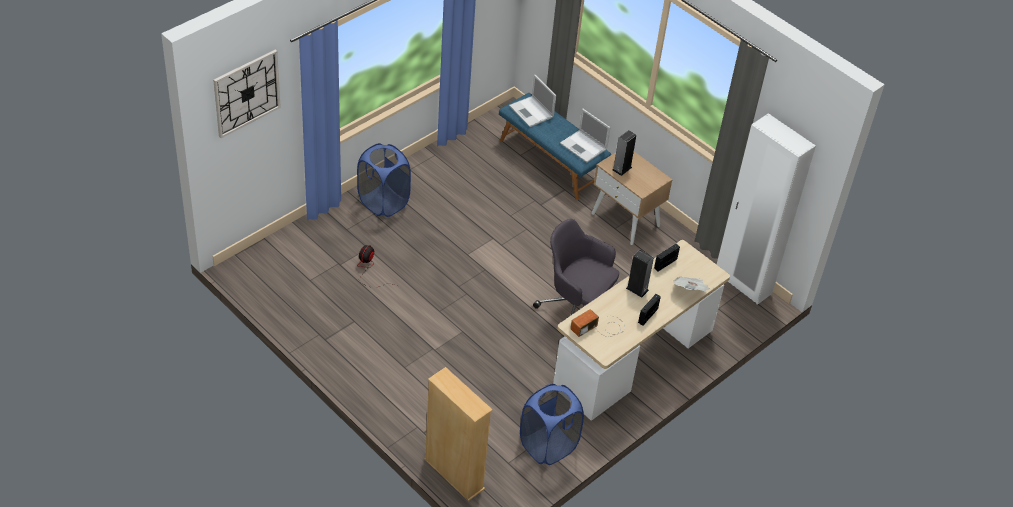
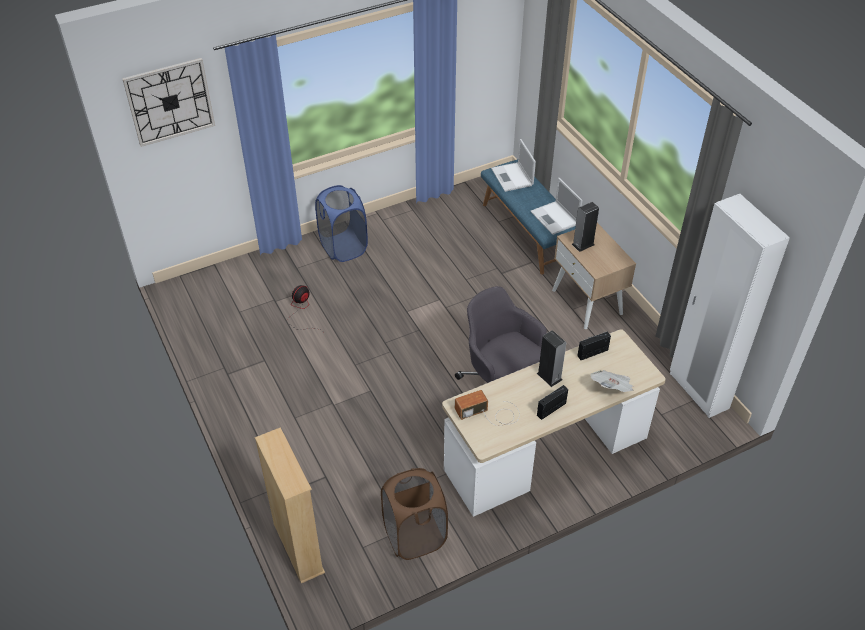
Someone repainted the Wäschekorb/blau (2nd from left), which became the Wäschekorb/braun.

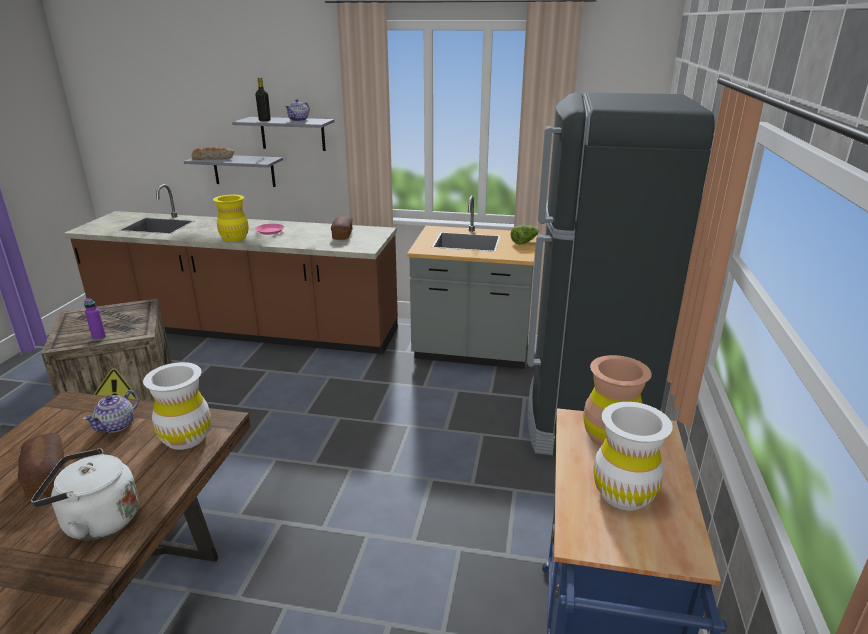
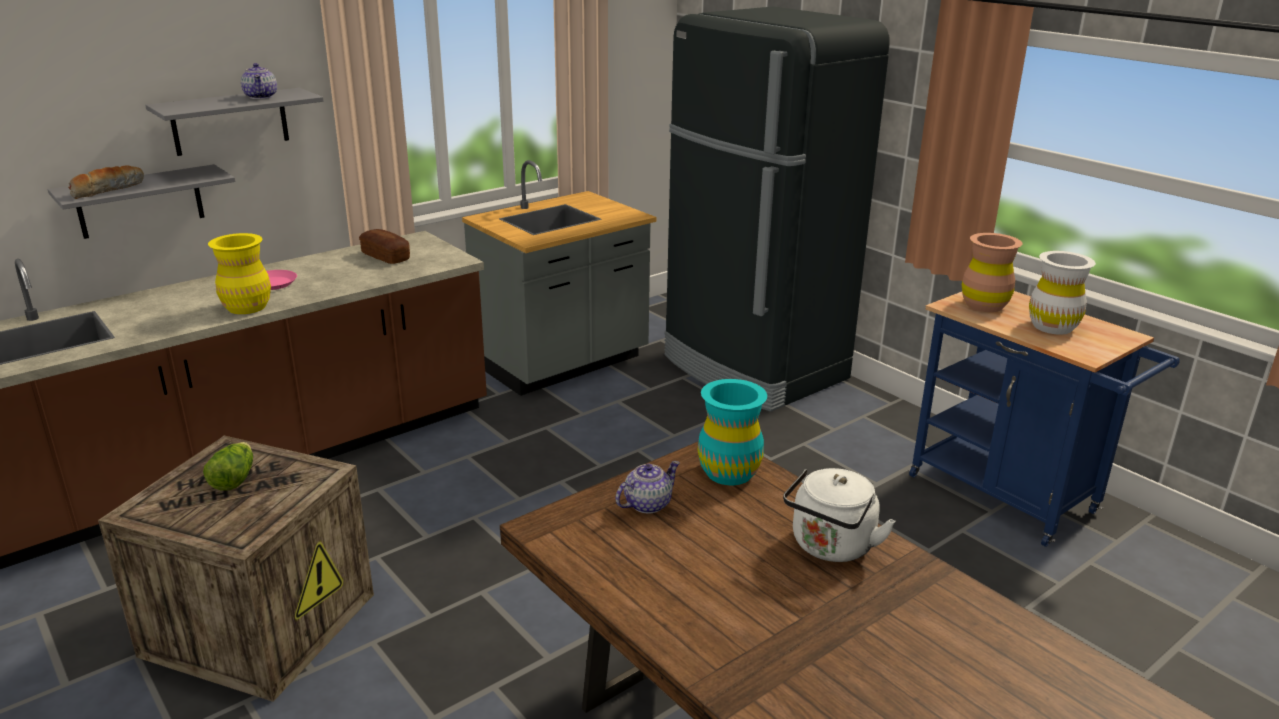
Someone took away the Brot (1st from left). Someone rotated the Teekanne (1st from left in the first image) by 105 degrees counterclockwise. Someone took away the Flasche/lila. Someone repainted the Vase/weiß (1st from left), which became the Vase/türkis. Someone took away the Flasche/schwarz. Someone carried the Salatkopf.

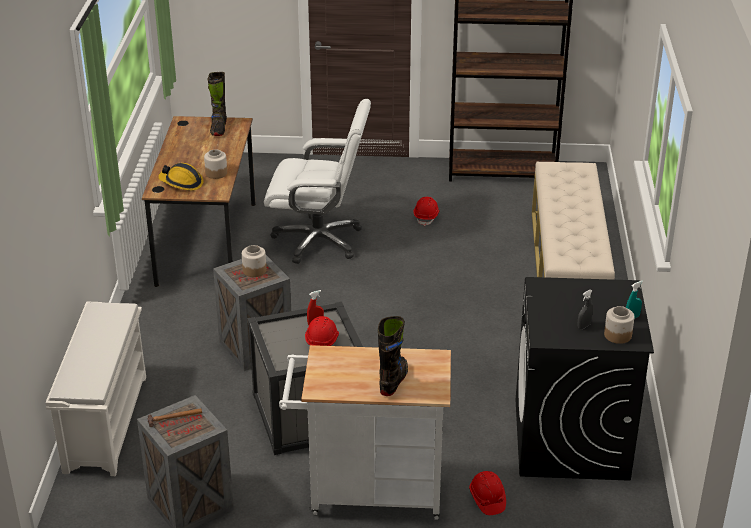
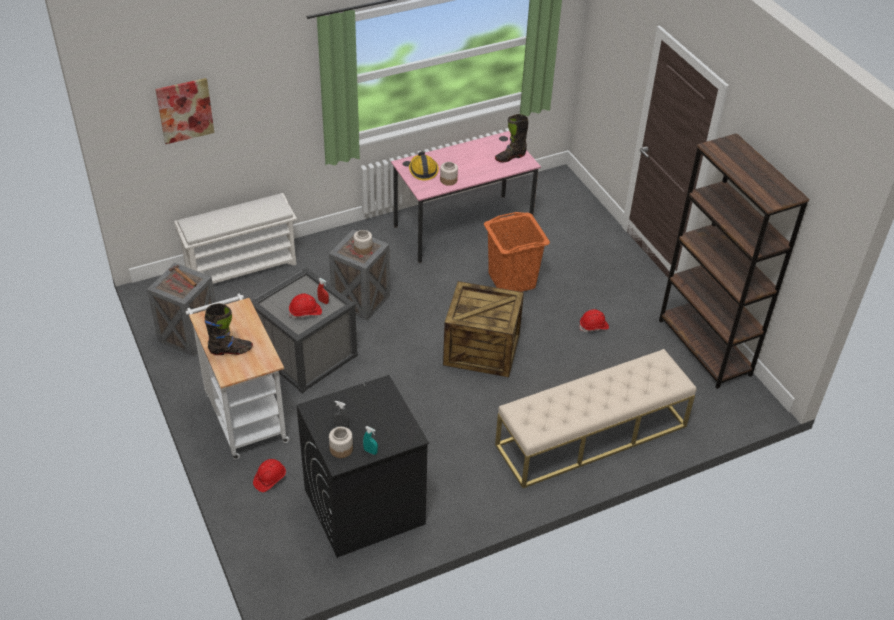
Someone repainted the Schreibtisch/braun, which became the Schreibtisch/rosa. Someone swapped the Bürostuhl/weiß for the Wäschekorb/orange. Someone put up the Bild. Someone put down the Kiste (3rd from left).

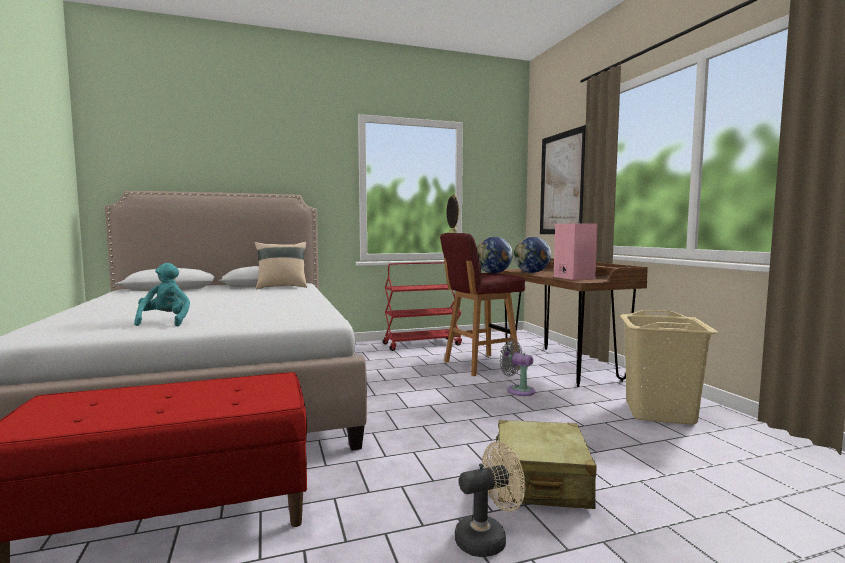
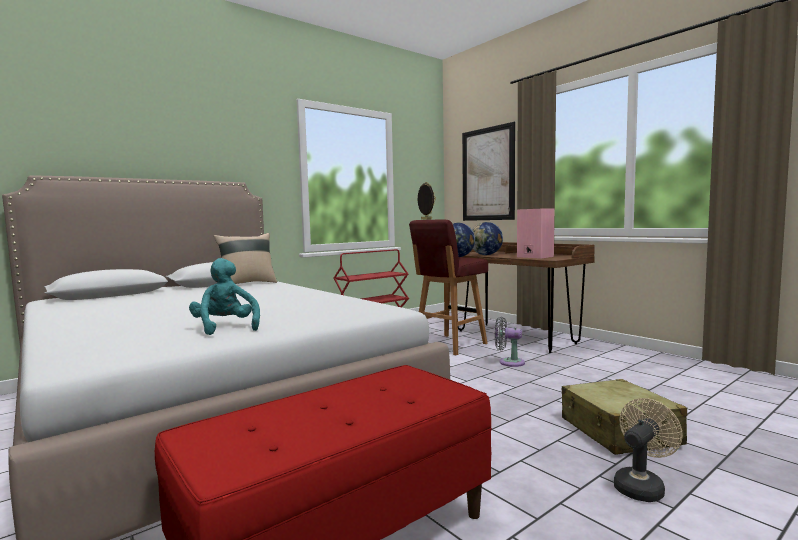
Someone took away the Wäschekorb/beige.

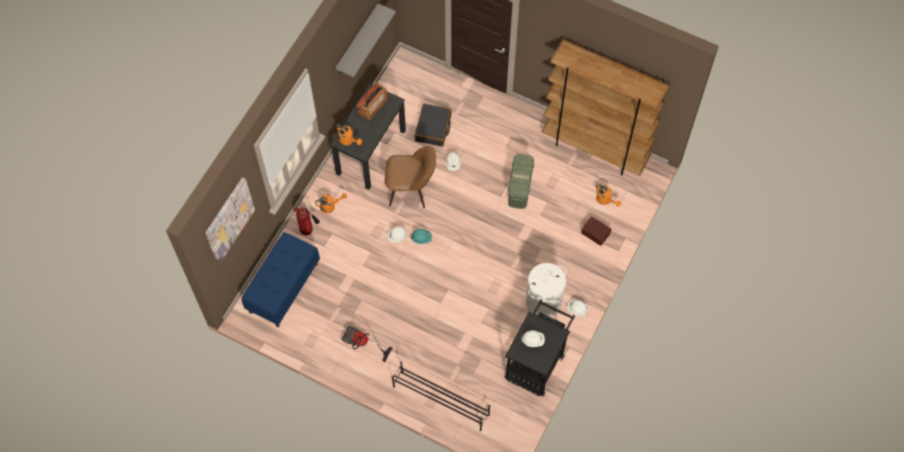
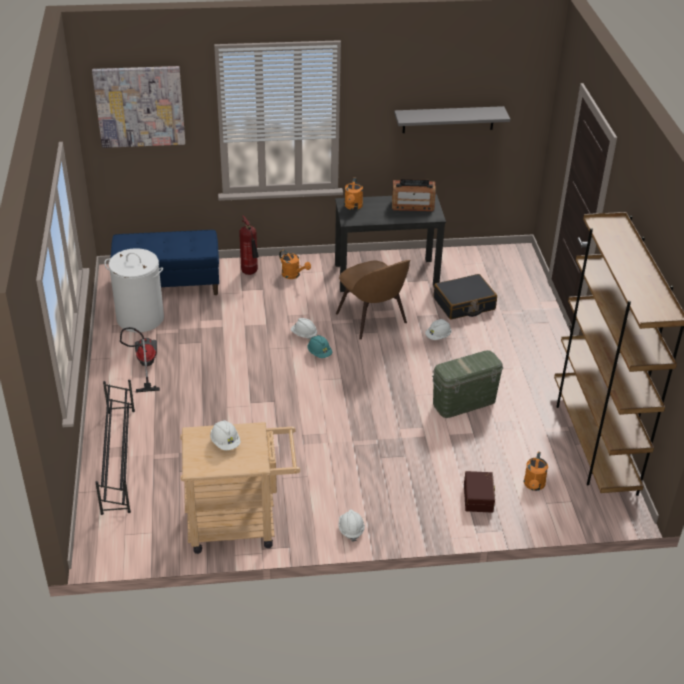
Someone repainted the Rollwagen/schwarz, which became the Rollwagen/beige. Someone carried the Wäschekorb/weiß.

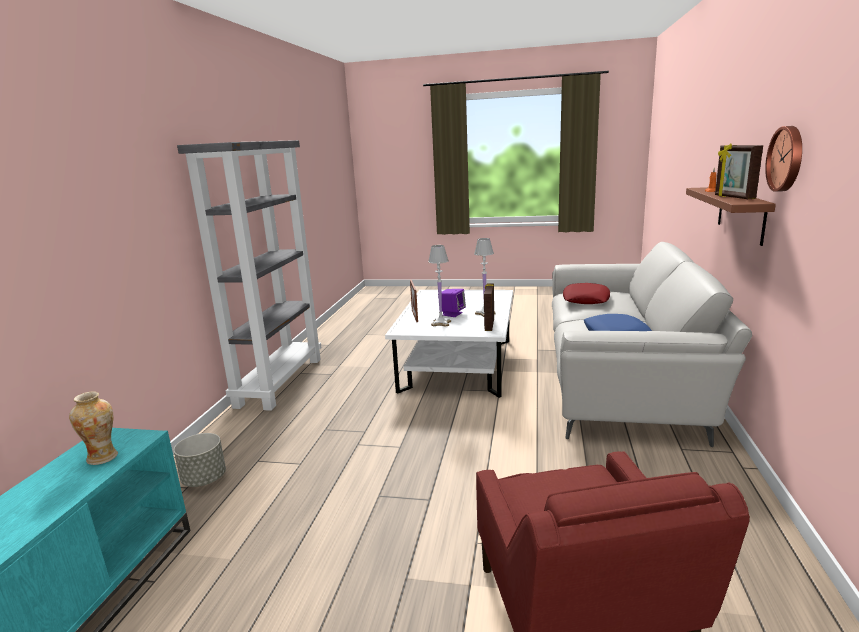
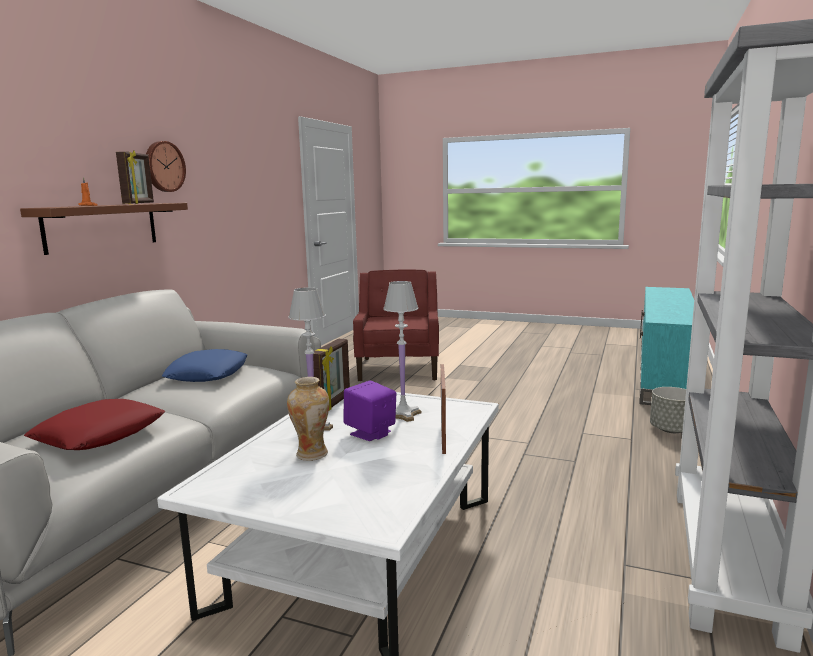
Someone carried the Vase.

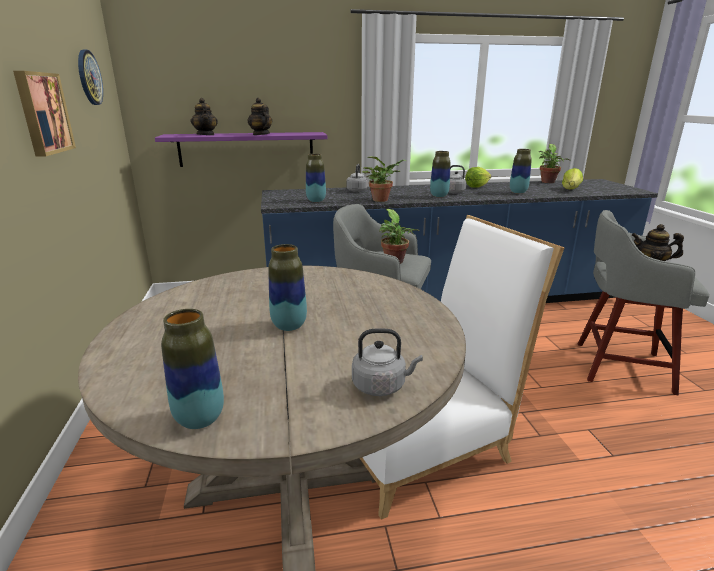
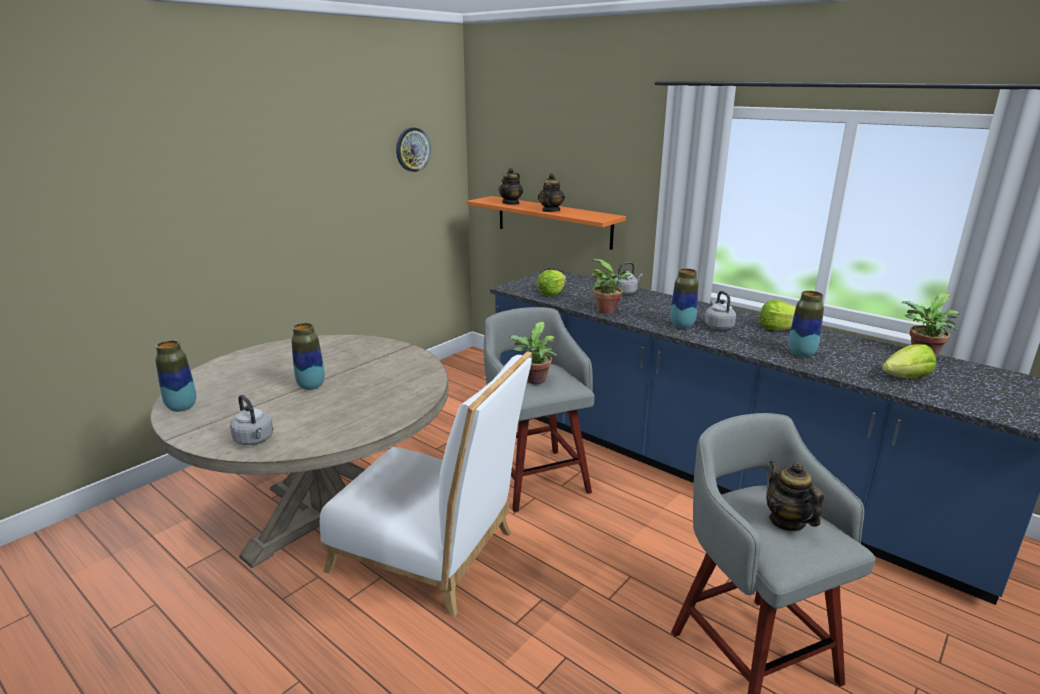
Someone took away the Bild. Someone repainted the Wandregal/lila, which became the Wandregal/orange. Someone swapped the Vase (3rd from left) for the Salatkopf (1st from left).

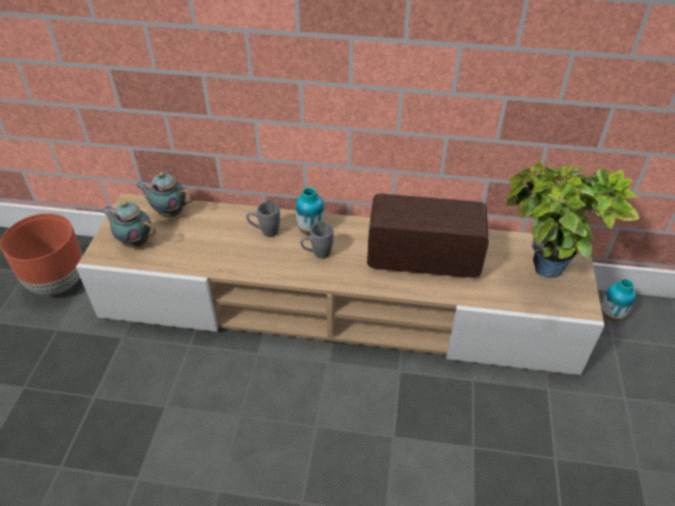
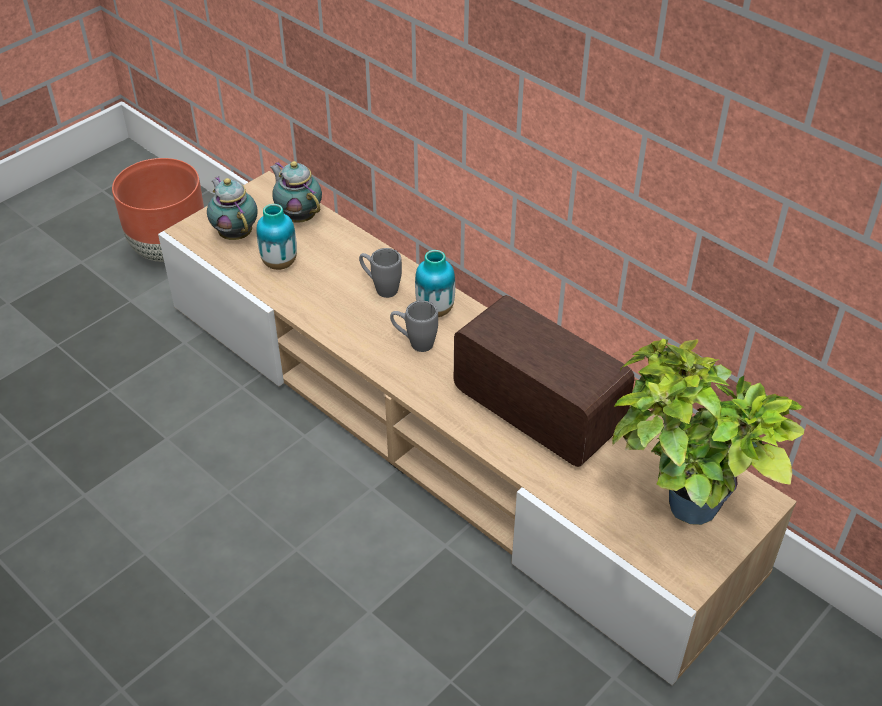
Someone carried the Vase (2nd from left in the first image).

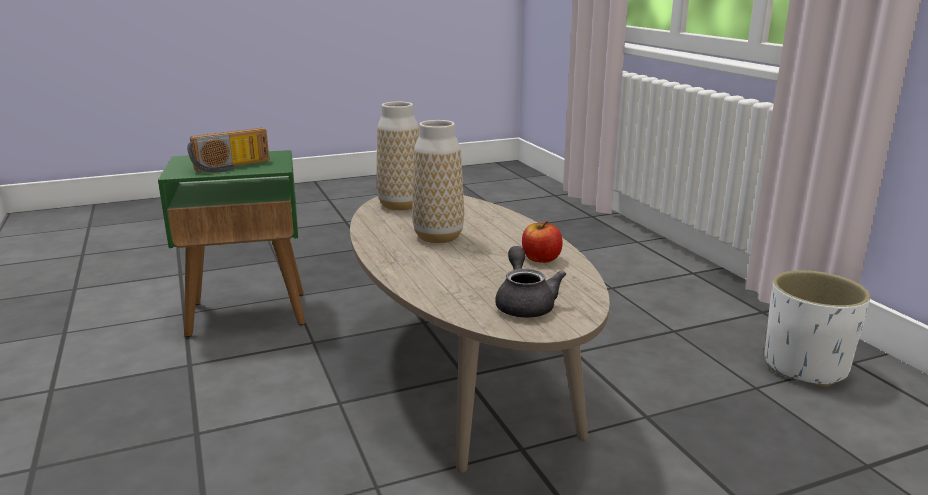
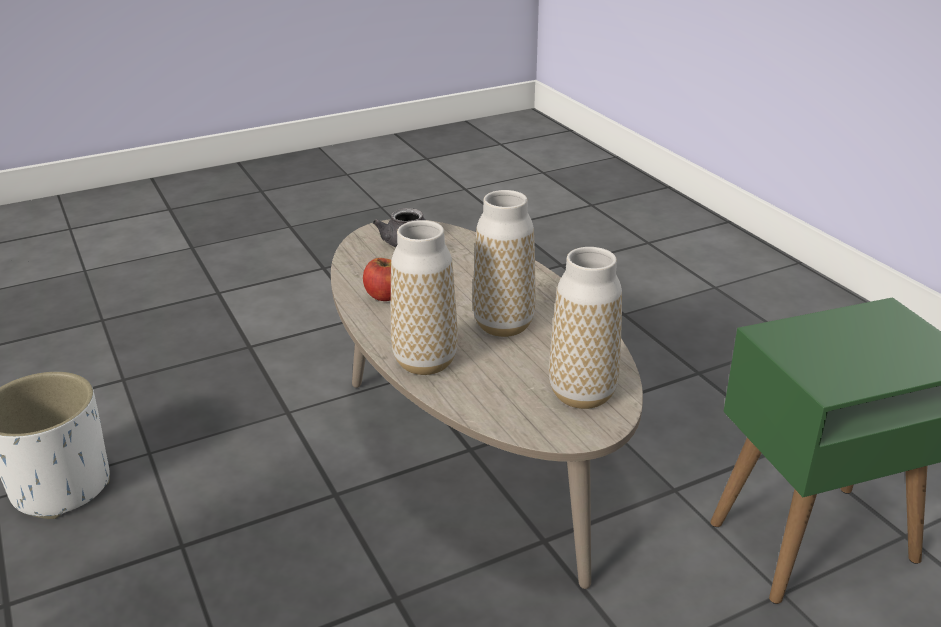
Someone took away the Radio. Someone put down the Vase (1st from left).

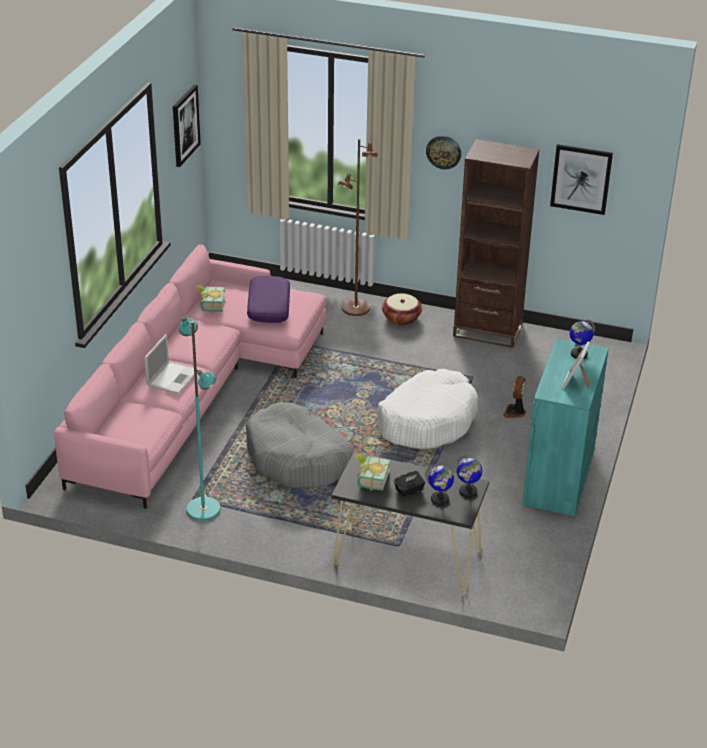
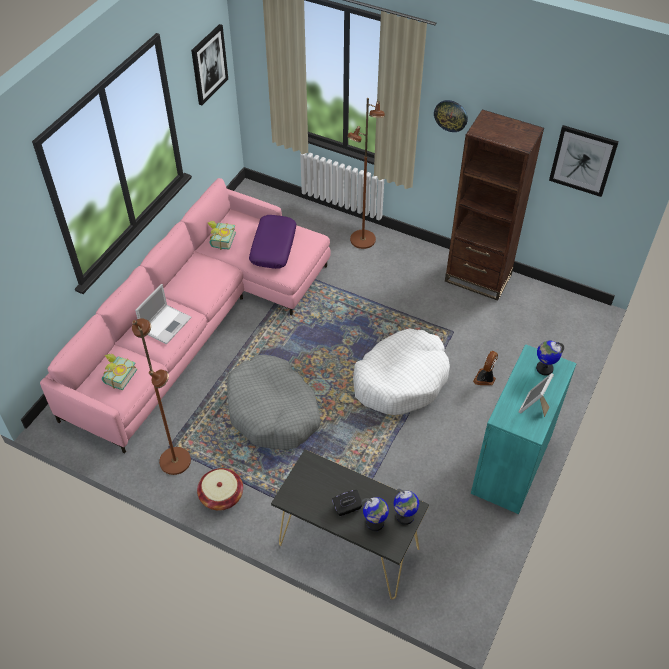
Someone repainted the Stehlampe/türkis, which became the Stehlampe/braun (1st from left). Someone carried the Buch (2nd from left in the first image). Someone carried the Korb.

